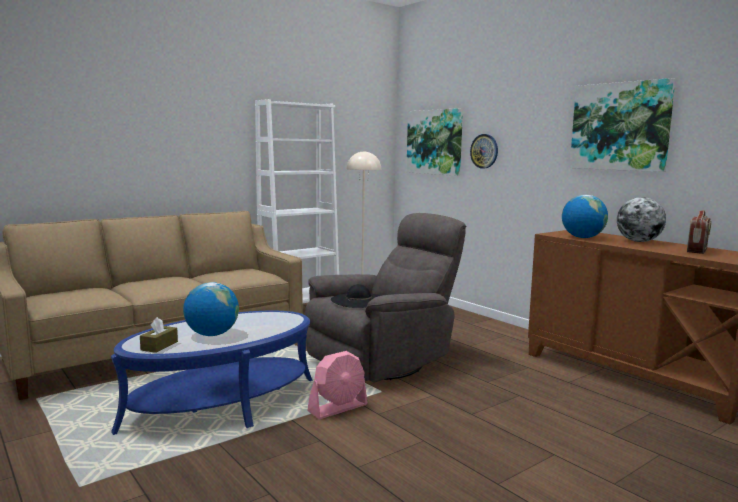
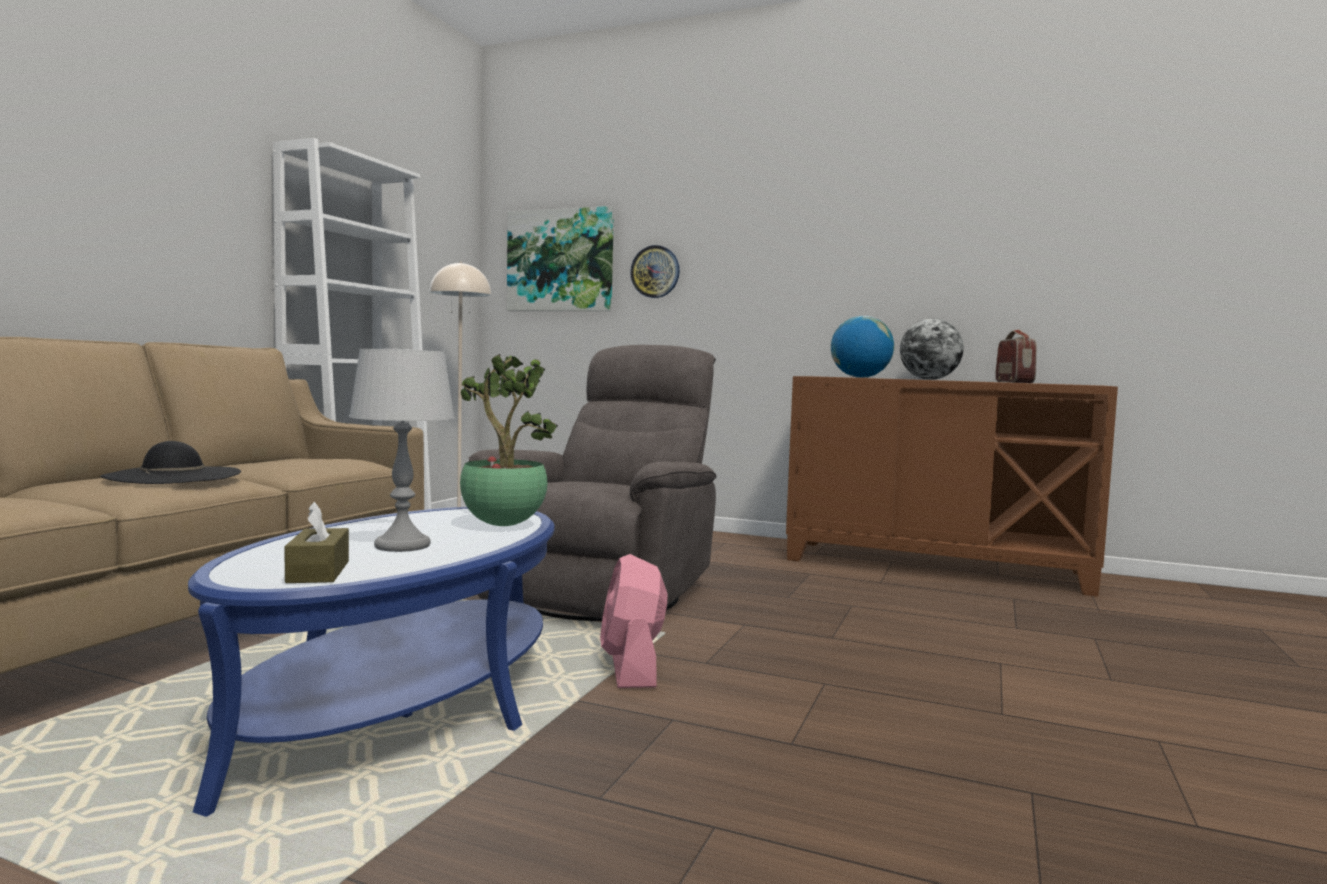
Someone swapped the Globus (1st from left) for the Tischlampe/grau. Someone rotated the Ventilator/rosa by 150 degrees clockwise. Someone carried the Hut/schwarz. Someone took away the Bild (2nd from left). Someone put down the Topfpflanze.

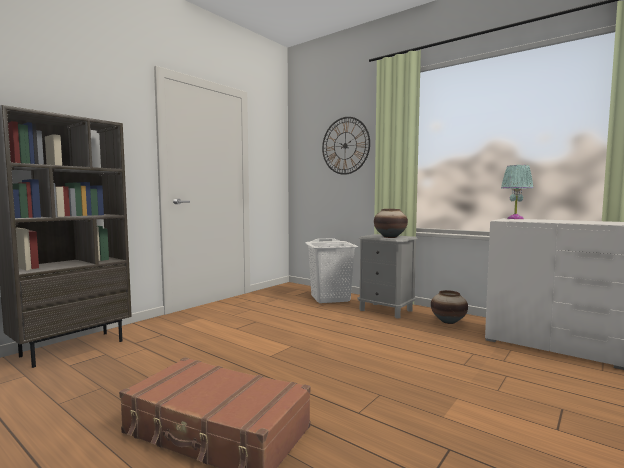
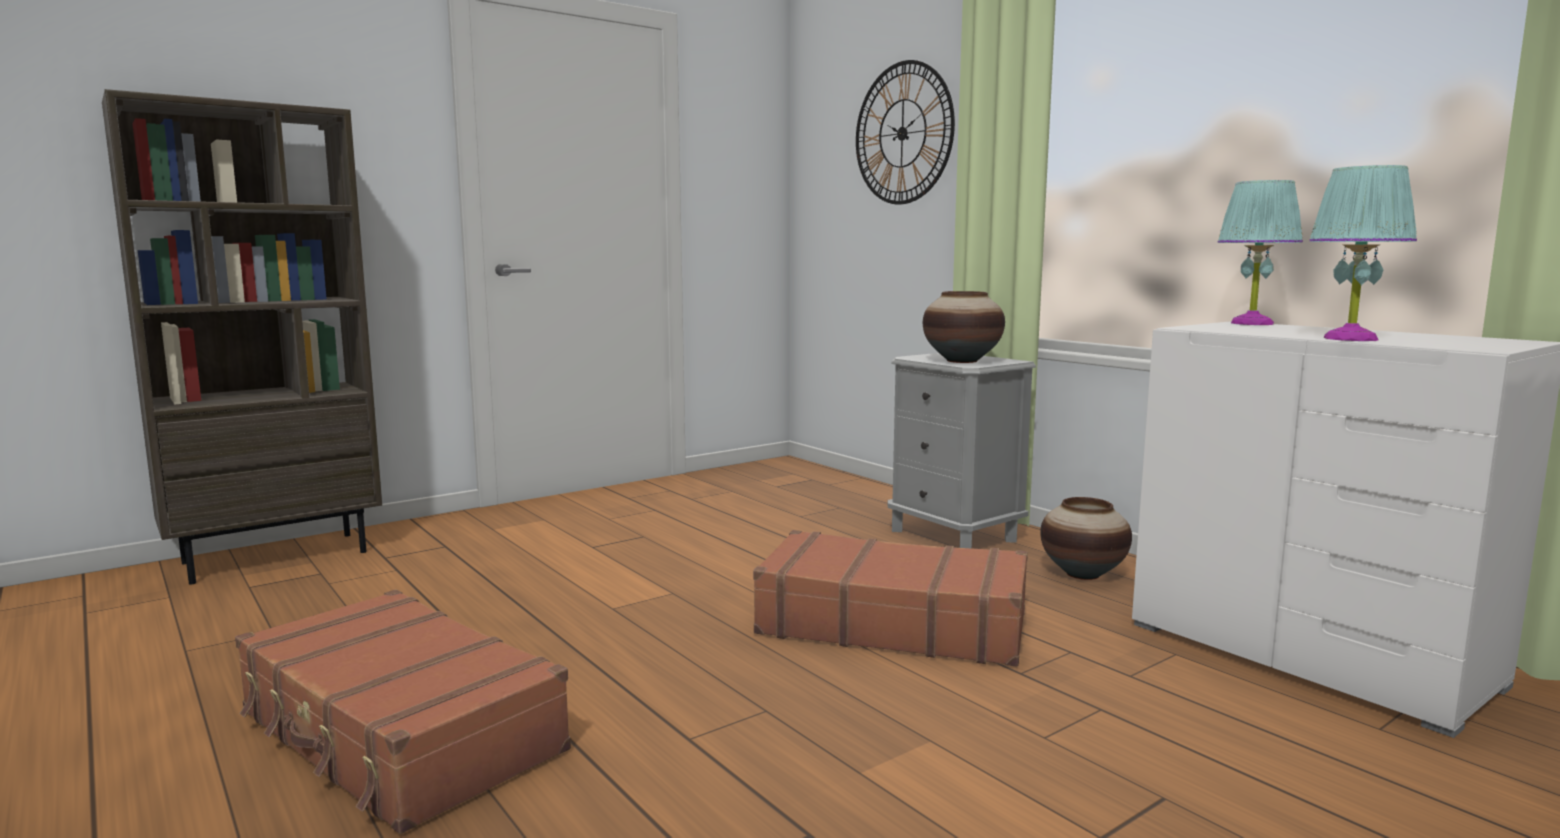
Someone took away the Wäschekorb/weiß. Someone put down the Koffer/braun (2nd from left). Someone put down the Tischlampe/türkis (2nd from left).

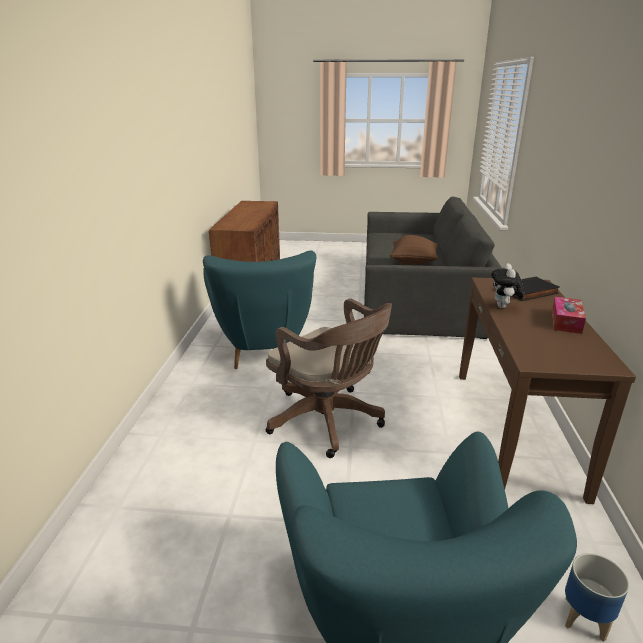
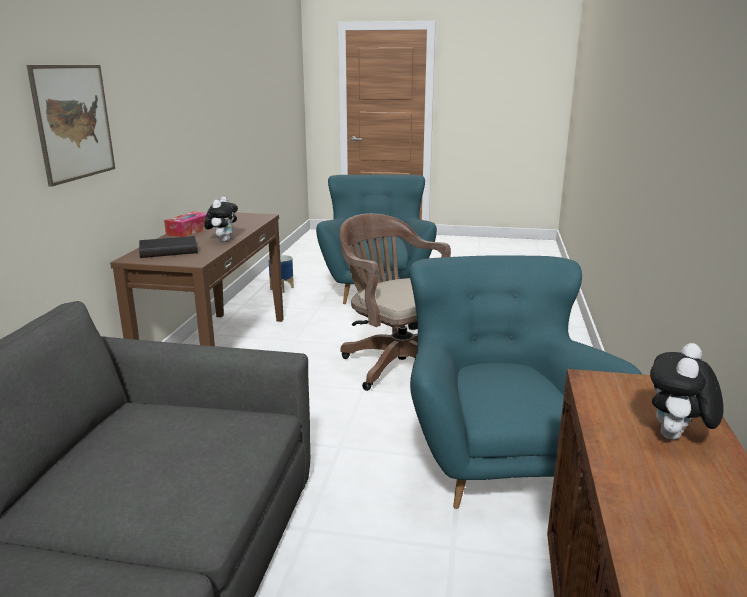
Someone took away the Kissen/braun. Someone put up the Bild. Someone put down the Plüschtier (2nd from left).

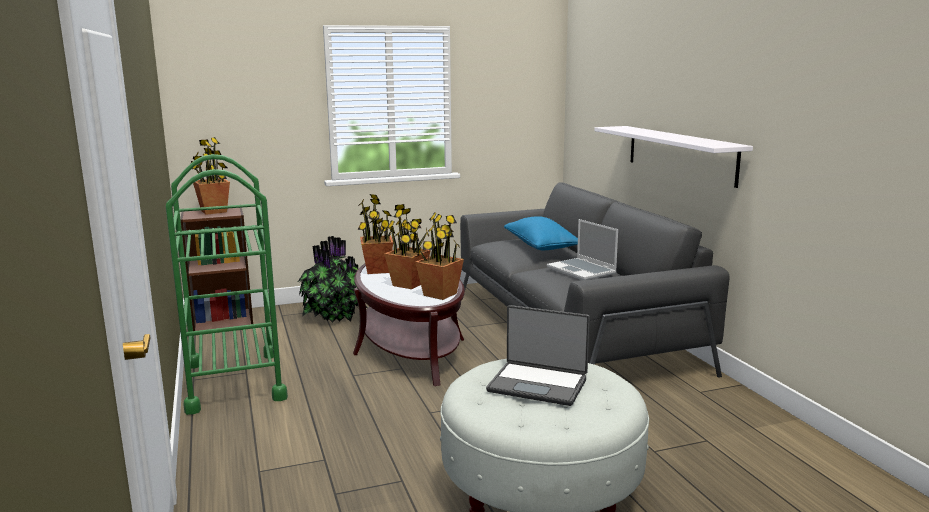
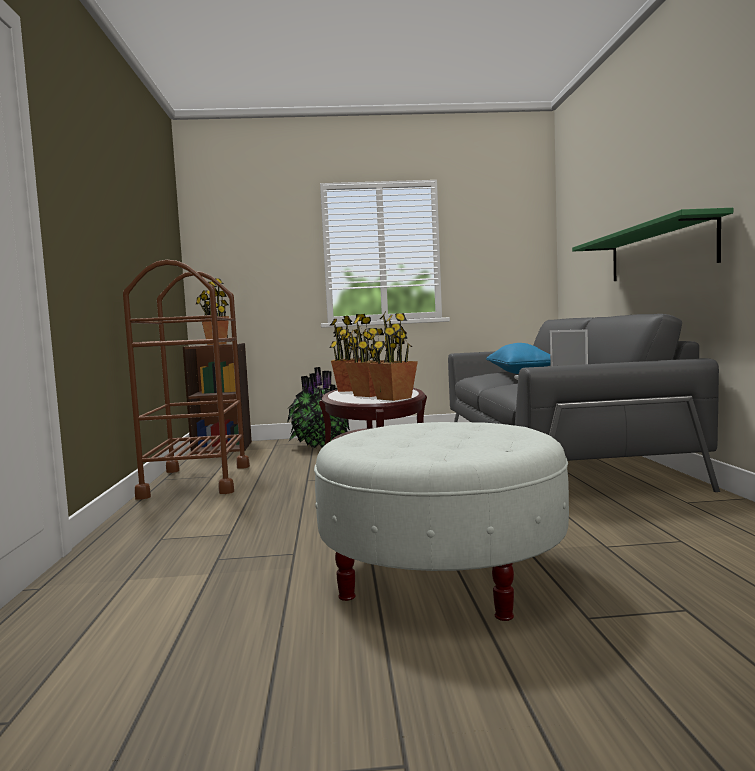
Someone repainted the Rollwagen/grün, which became the Rollwagen/braun. Someone took away the Laptop (1st from left). Someone repainted the Wandregal/weiß, which became the Wandregal/grün.

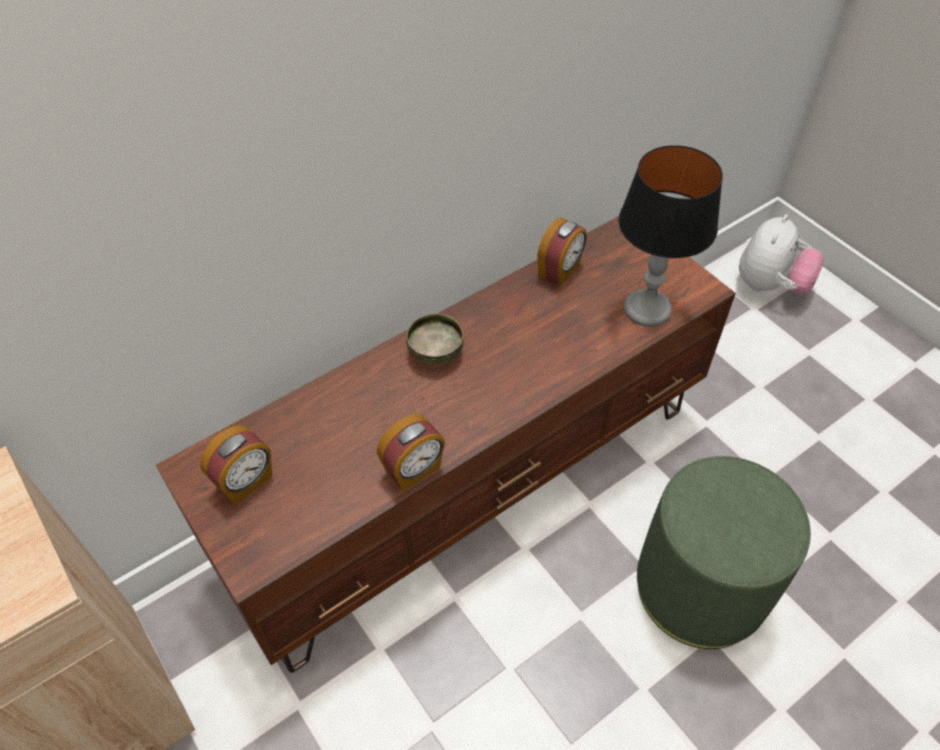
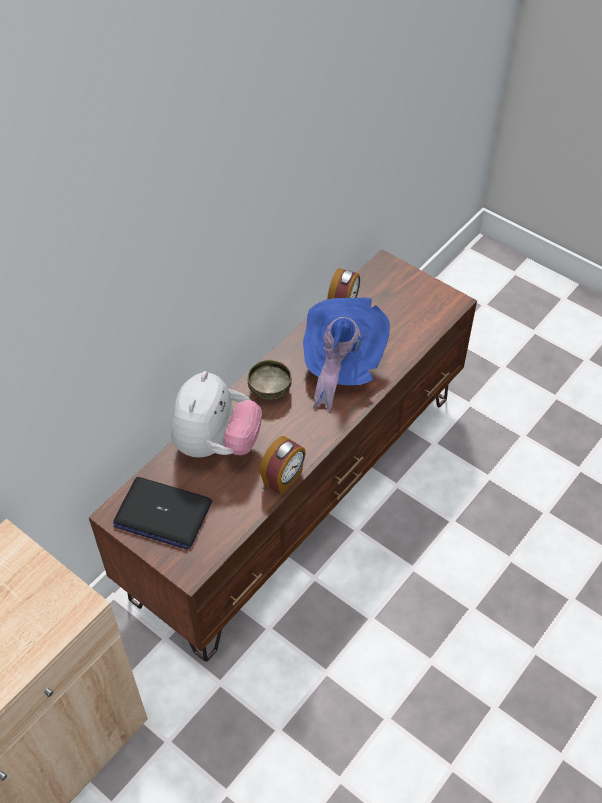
Someone swapped the Wecker (1st from left) for the Laptop. Someone took away the Tischlampe. Someone took away the Polsterhocker/grün. Someone carried the Plüschtier. Someone put down the Hut/blau.

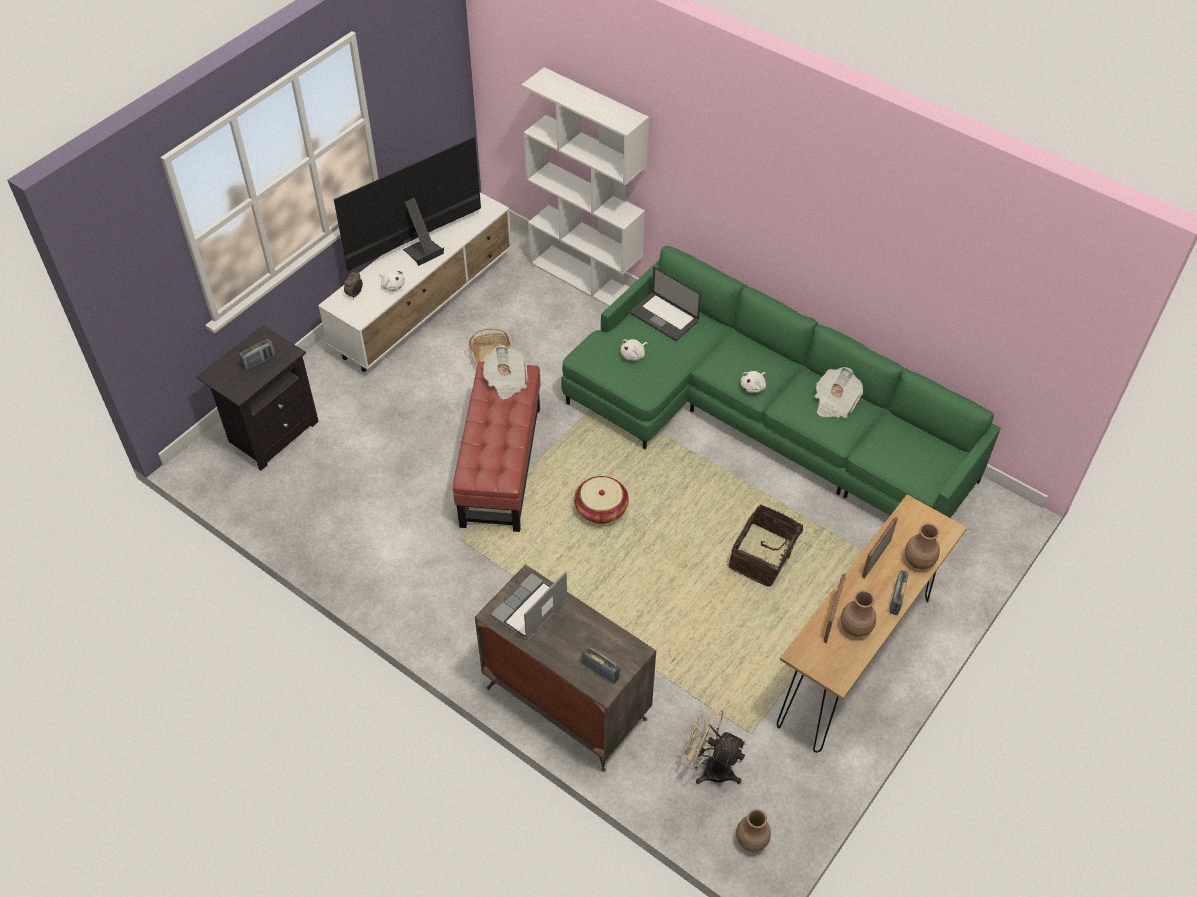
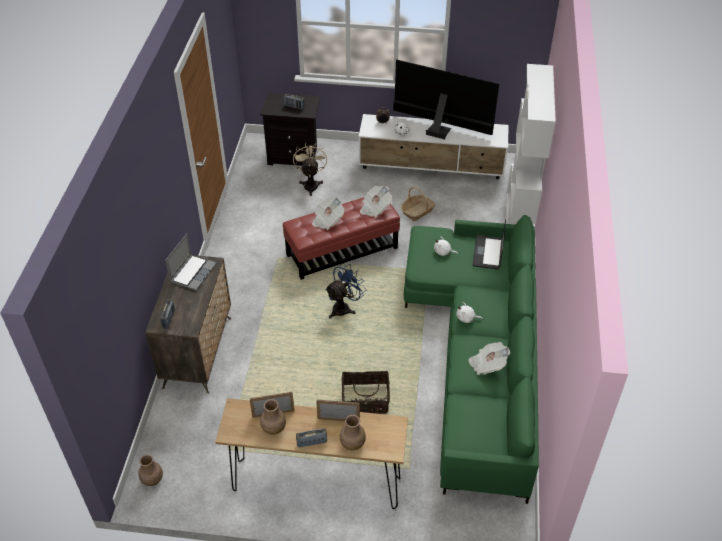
Someone rotated the Laptop (1st from left) by 105 degrees clockwise. Someone swapped the Korb (2nd from left) for the Ventilator/blau. Someone carried the Ventilator/beige. Someone put down the Zeitung (1st from left).

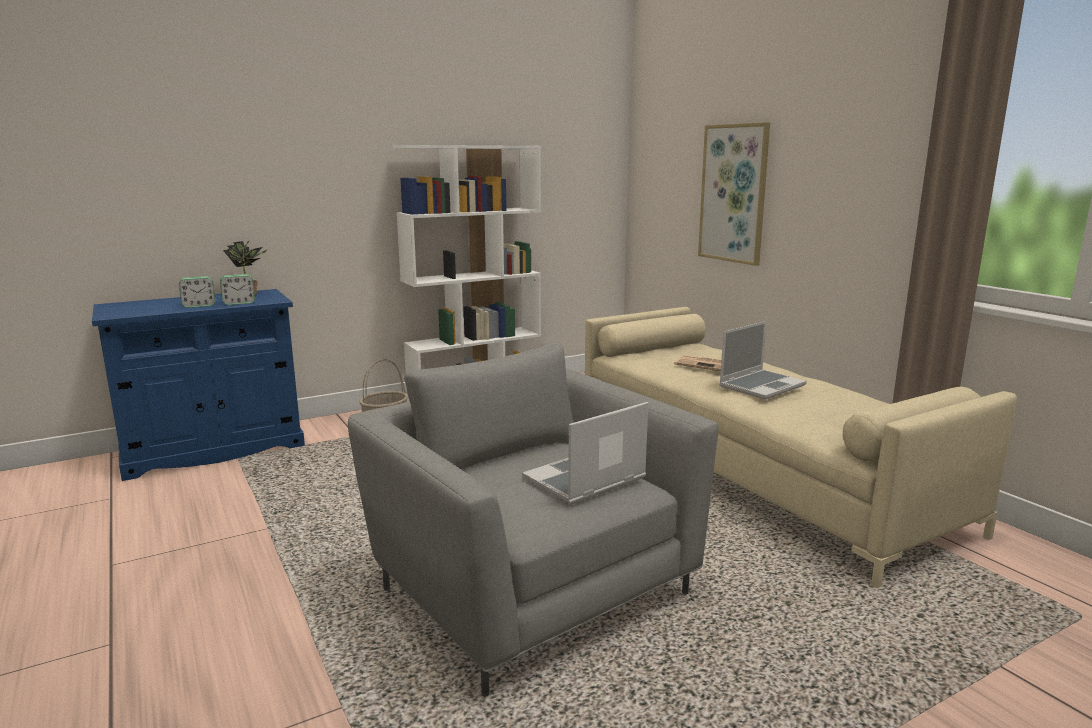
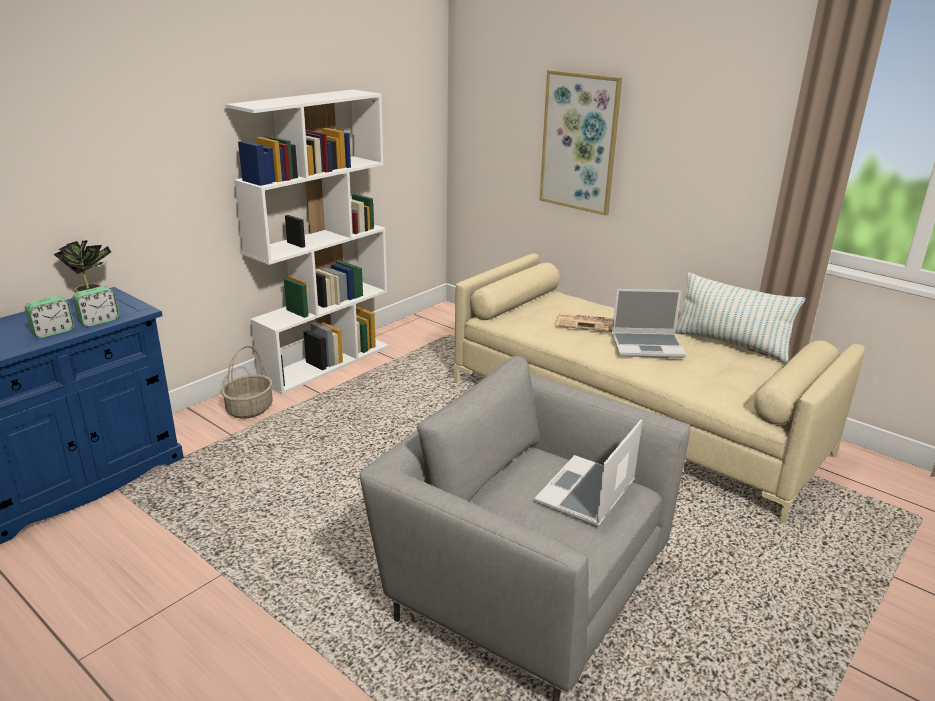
Someone rotated the Laptop (2nd from left) by 60 degrees clockwise. Someone put down the Kissen.

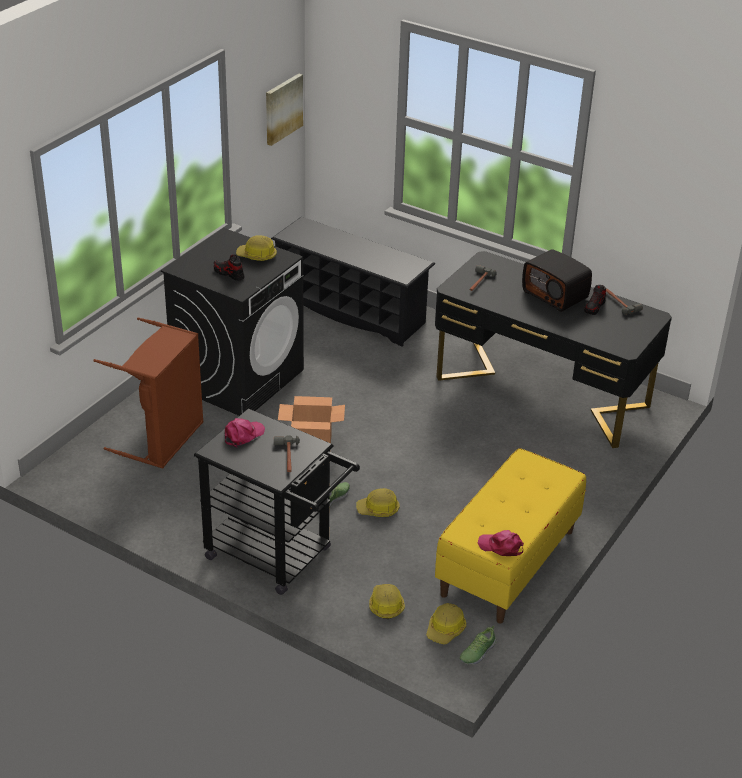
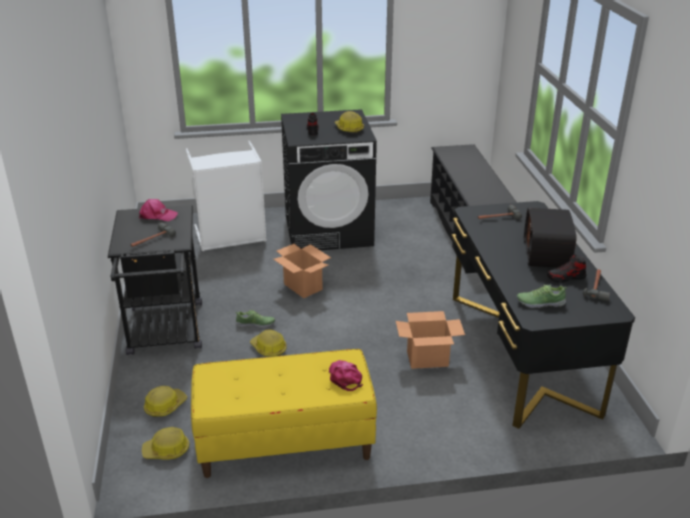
Someone repainted the Wäschekorb/braun, which became the Wäschekorb/weiß. Someone took away the Bild. Someone carried the Schuh (3rd from left). Someone carried the Kappe/rosa (2nd from left). Someone put down the Karton (2nd from left).

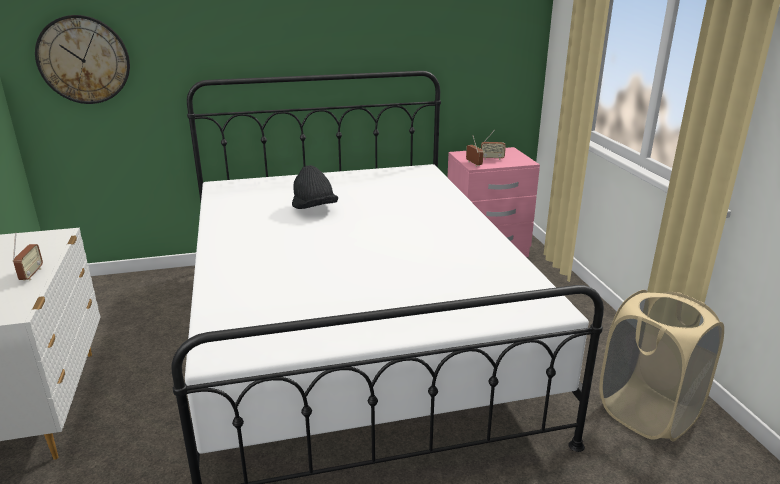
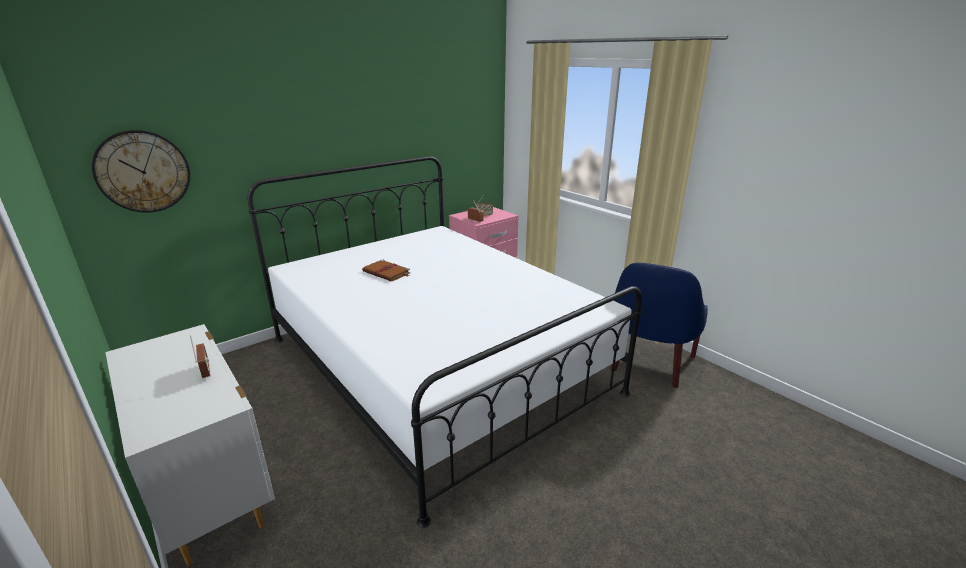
Someone swapped the Hut/schwarz for the Buch/braun. Someone swapped the Wäschekorb/beige for the Sessel/blau.

